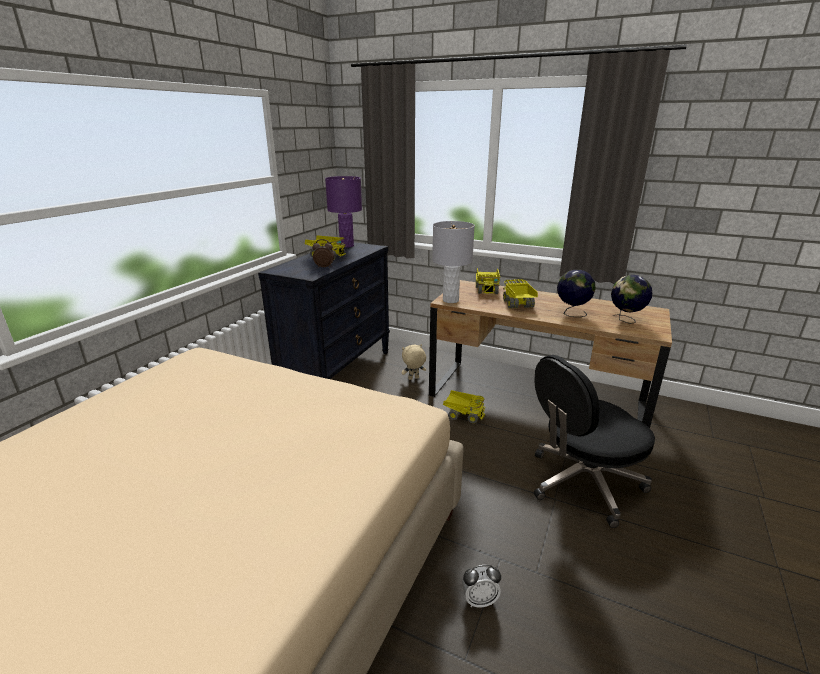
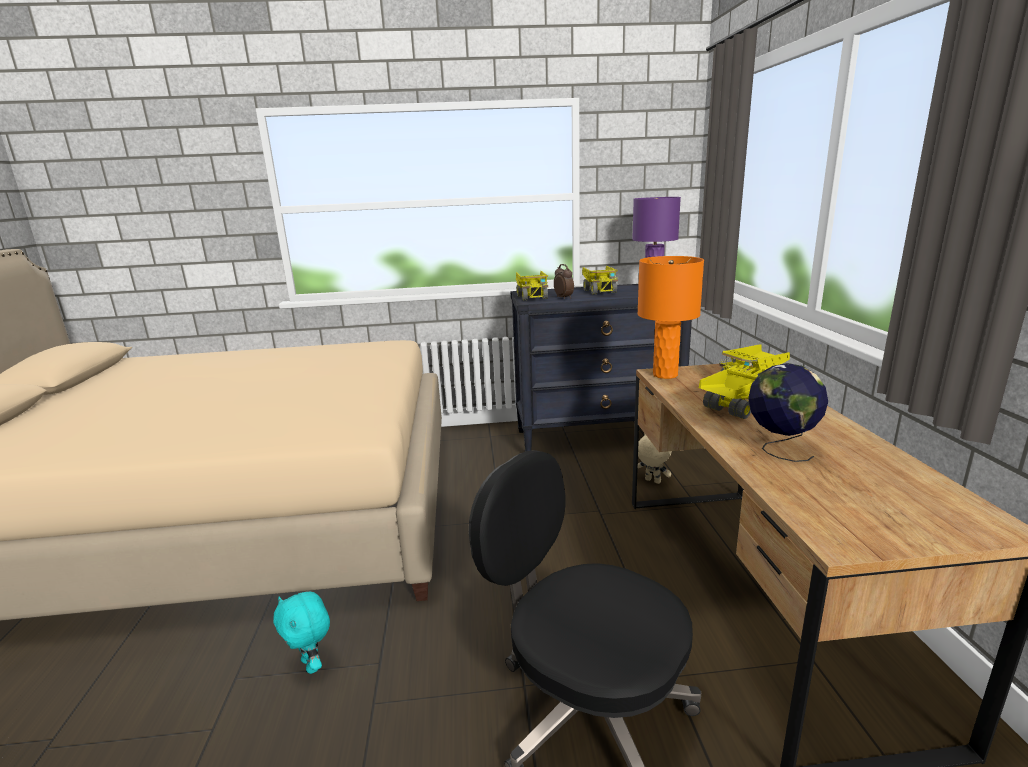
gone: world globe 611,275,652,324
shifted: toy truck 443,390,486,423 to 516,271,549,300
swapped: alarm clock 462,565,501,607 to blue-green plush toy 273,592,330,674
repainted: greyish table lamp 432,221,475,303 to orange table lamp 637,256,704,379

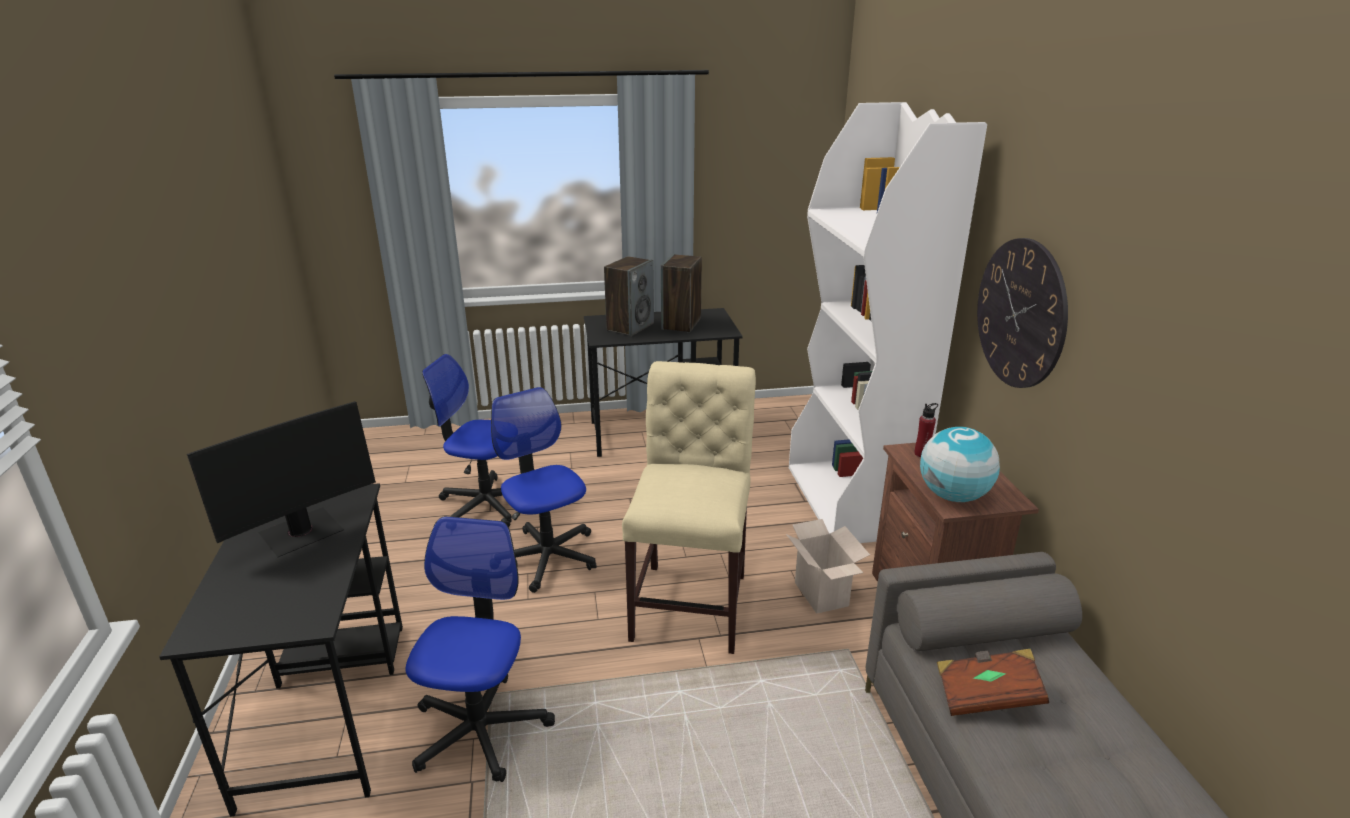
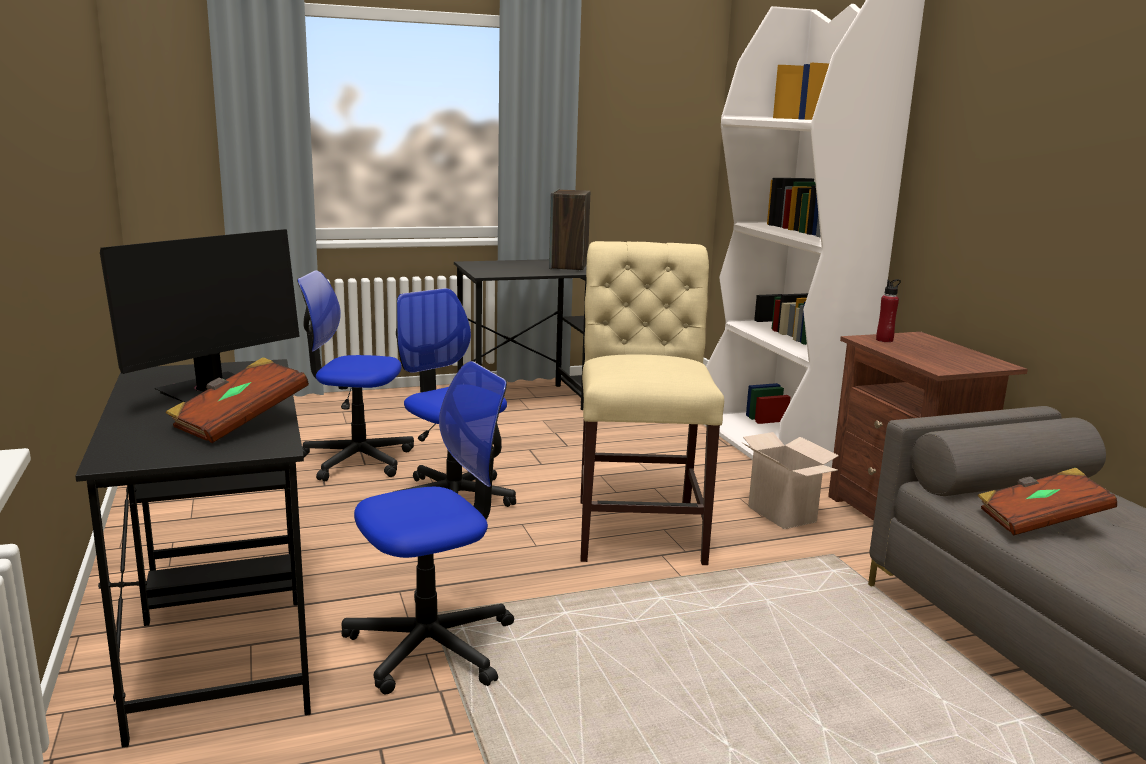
gone: loudspeaker 604,256,654,336; world globe 920,427,1000,502; wall clock 977,238,1068,388
new: brownish volume 166,357,309,443
rotated: office chair 405,516,555,782 = 341,361,514,694 60 degrees clockwise

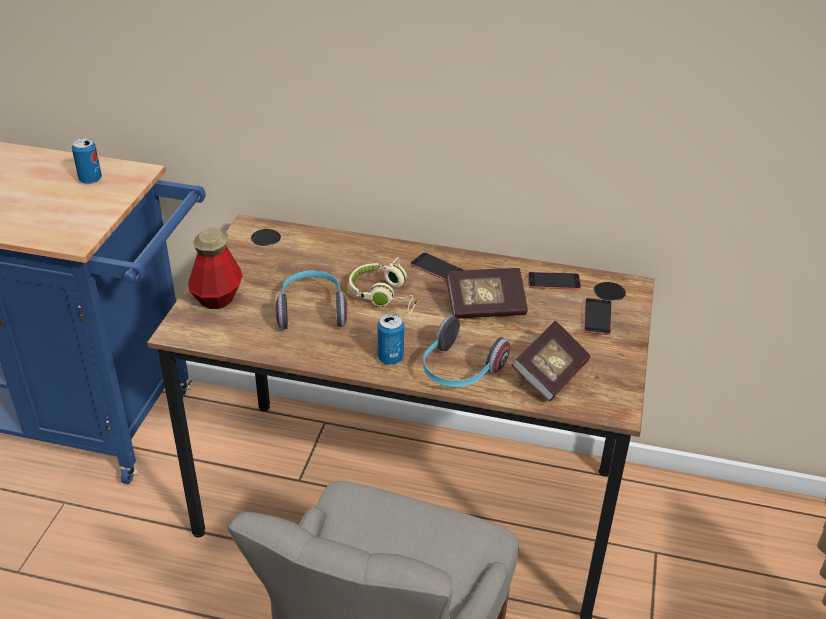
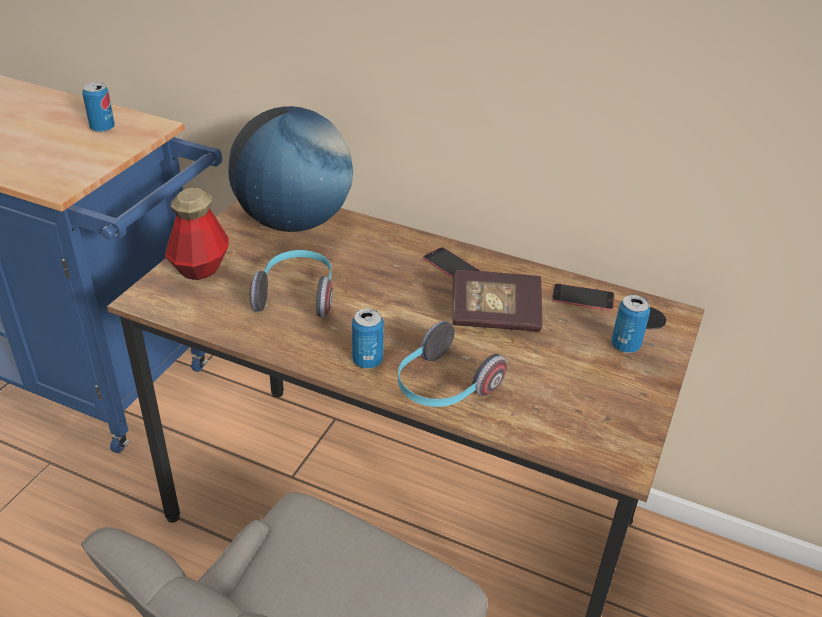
gone: sand-coloured headset 349,257,417,314; volume 512,321,590,401
new: world globe 229,106,353,232
swapped: handset 583,298,612,335 to can 611,295,650,353

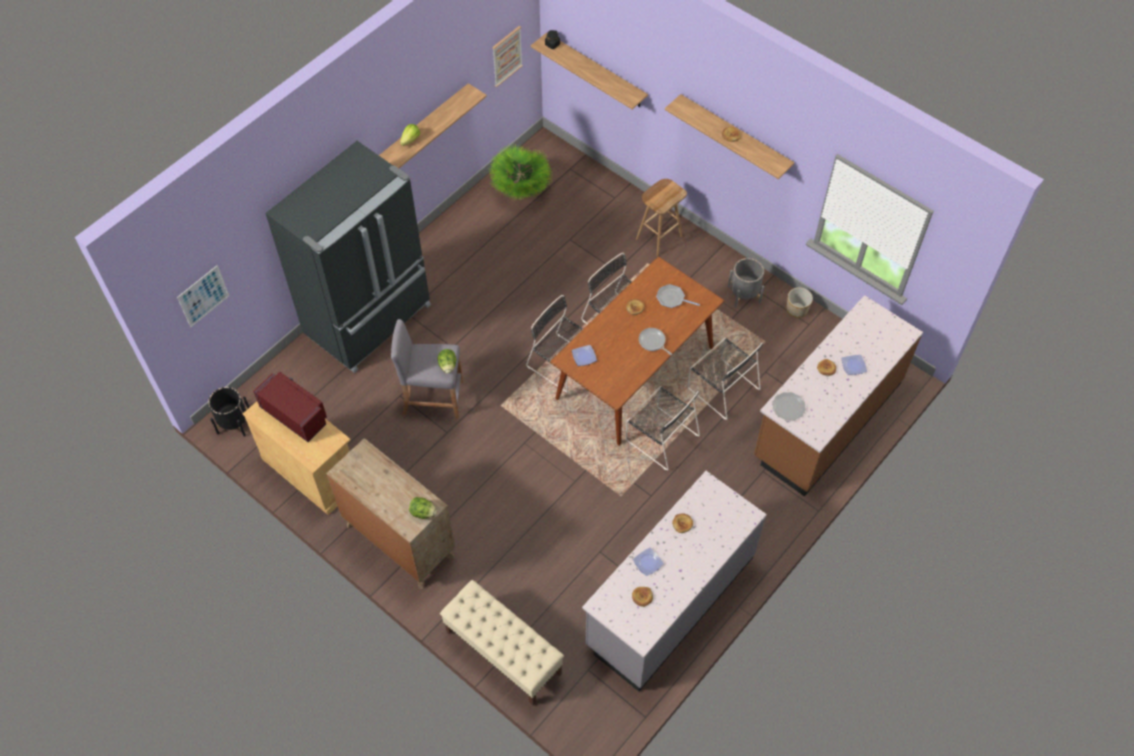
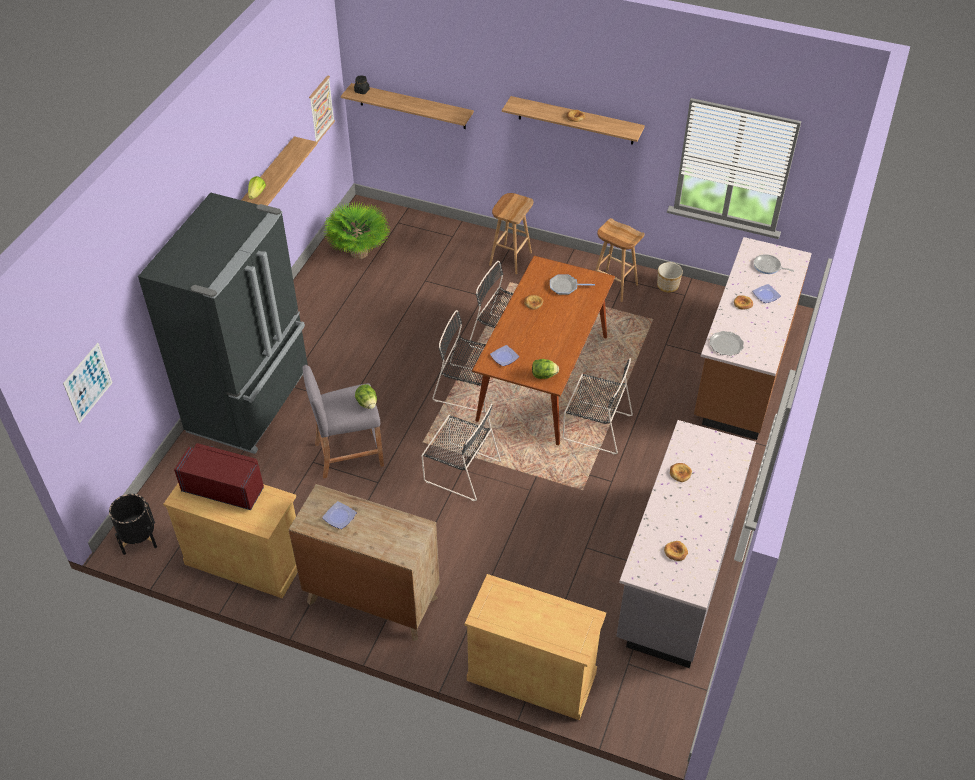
shifted: head of lettuce 409,497,437,519 to 532,359,559,379; dinner plate 633,548,664,576 to 322,501,357,529; frying pan 639,328,672,355 to 754,254,794,274; blackish upright chair 688,337,763,420 to 422,403,501,501
swapped: sand-coloured indoor bench 440,580,564,706 to sand-coloured cabinet 464,574,606,720; greyish plant pot 728,258,764,308 to brownish stool seat 595,218,645,302

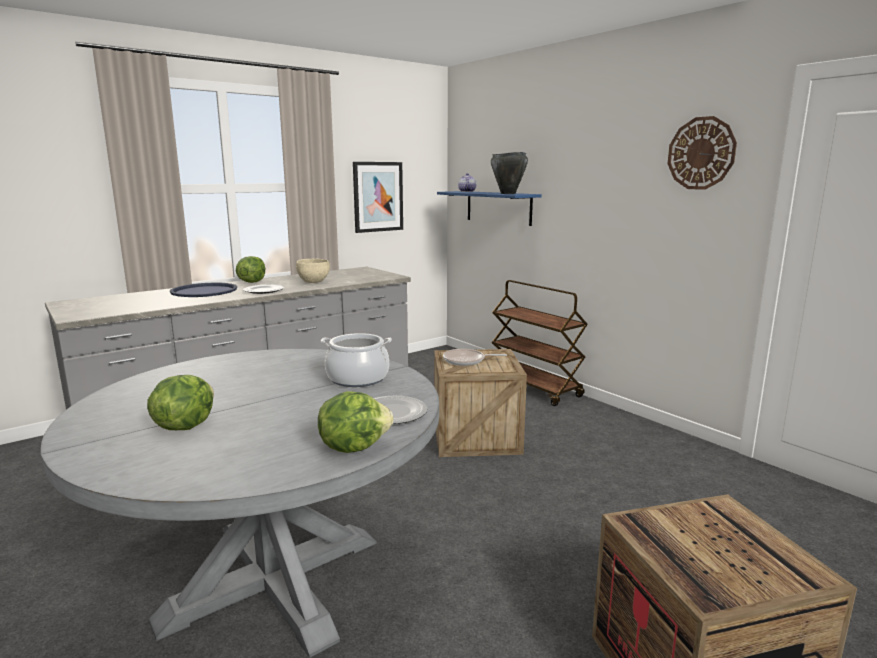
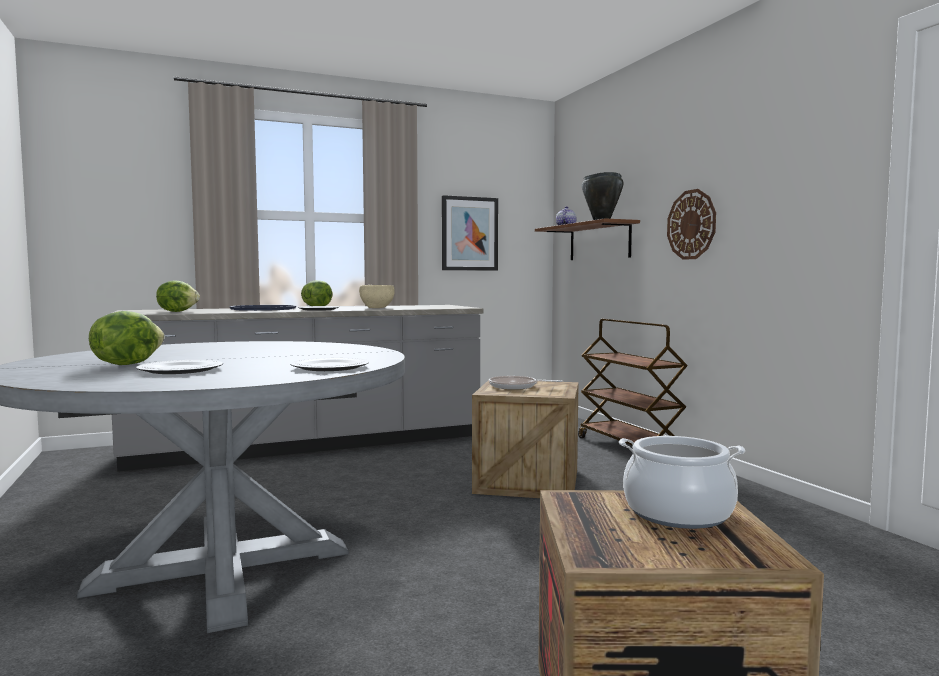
new: dinner plate 136,360,223,374
shifted: head of lettuce 318,391,393,453 to 156,280,200,312; saucepot 321,333,392,387 to 619,436,745,529; wall clock 668,116,737,190 to 667,189,716,260
repainted: bluish wall shelf 437,191,542,226 to brownish wall shelf 535,218,640,260

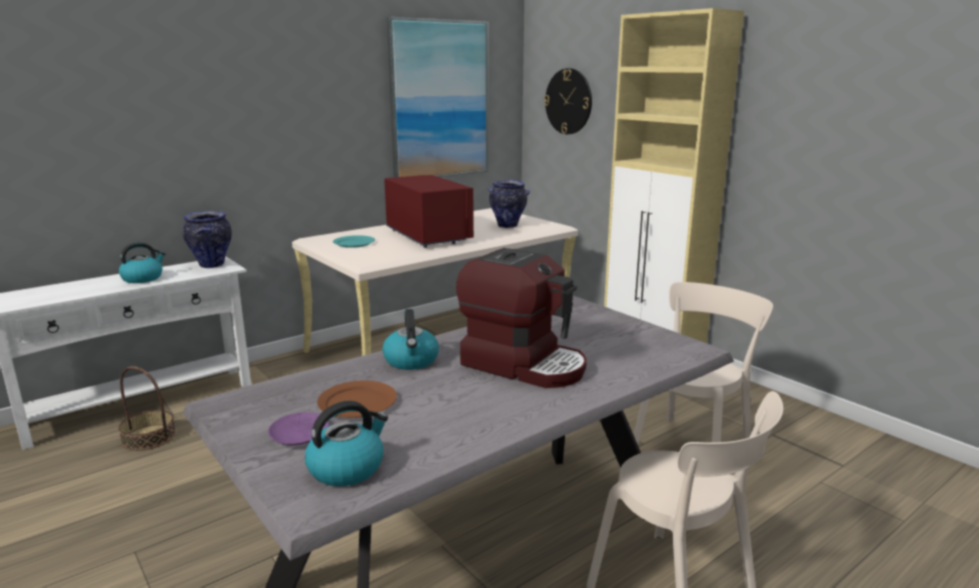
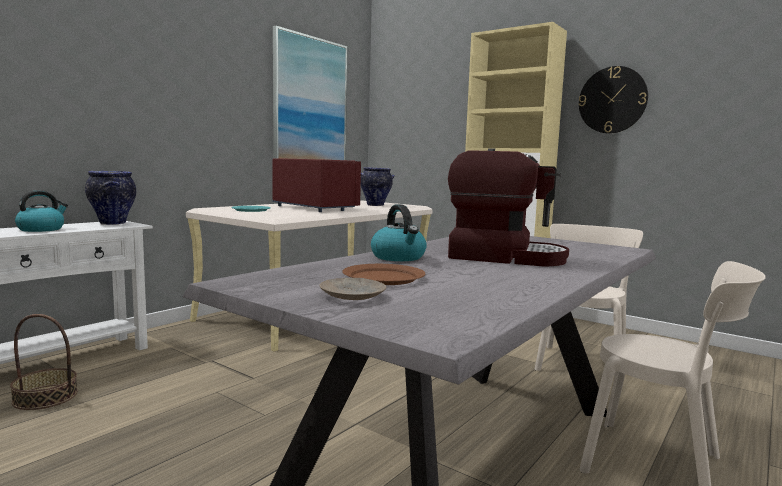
gone: water kettle 305,401,388,486
shifted: wall clock 544,68,592,134 to 579,66,648,133
repainted: purple-coloured dinner plate 268,412,329,445 to sand-coloured dinner plate 319,278,386,300

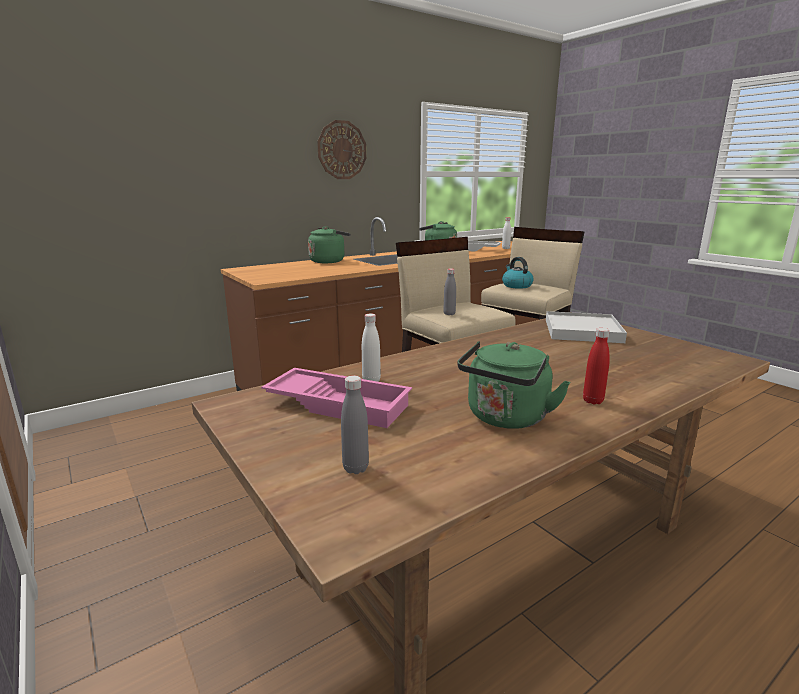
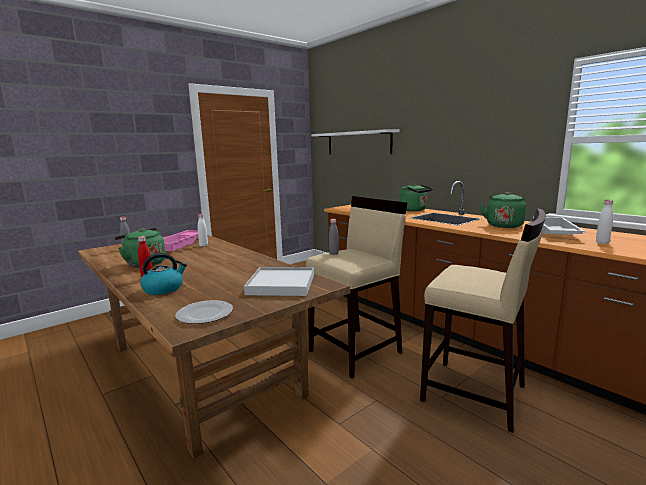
gone: wall clock 317,120,366,179
new: dinner plate 175,300,233,324; white-coloured wall shelf 311,129,400,154
shifted: water kettle 502,257,533,289 to 140,253,187,295

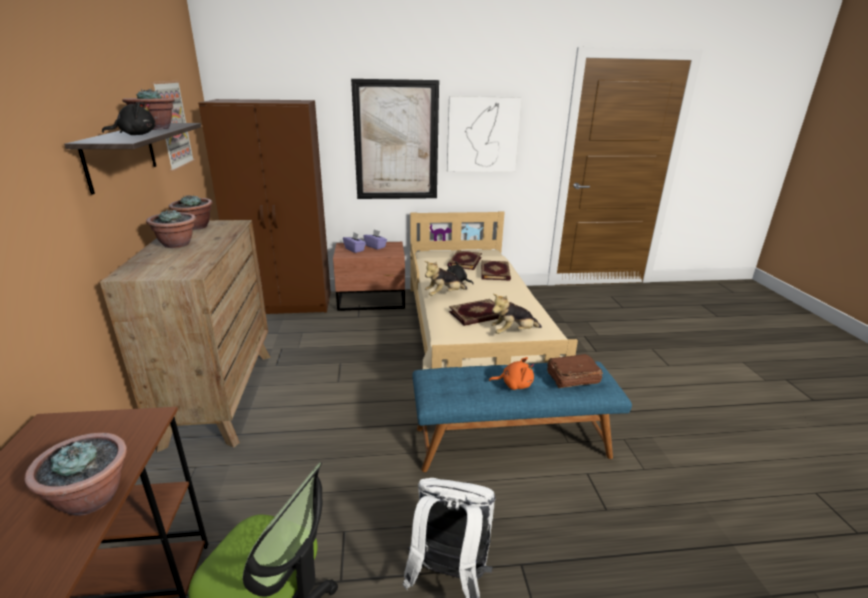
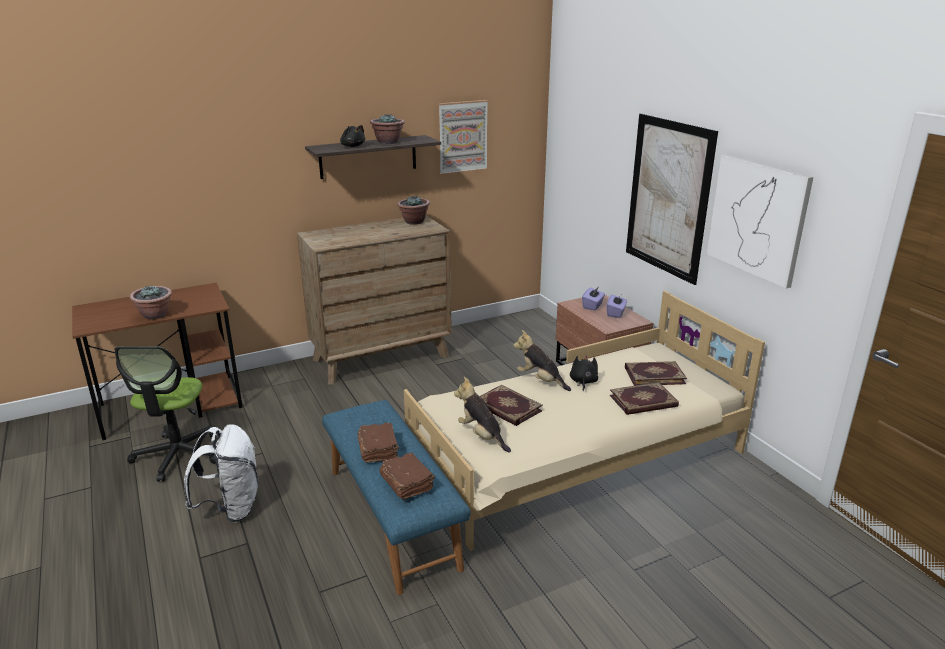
gone: houseplant 146,210,196,248; brownish clothes cupboard 198,99,331,314
swapped: orange plush toy 489,357,534,390 to brownish volume 357,423,399,463

